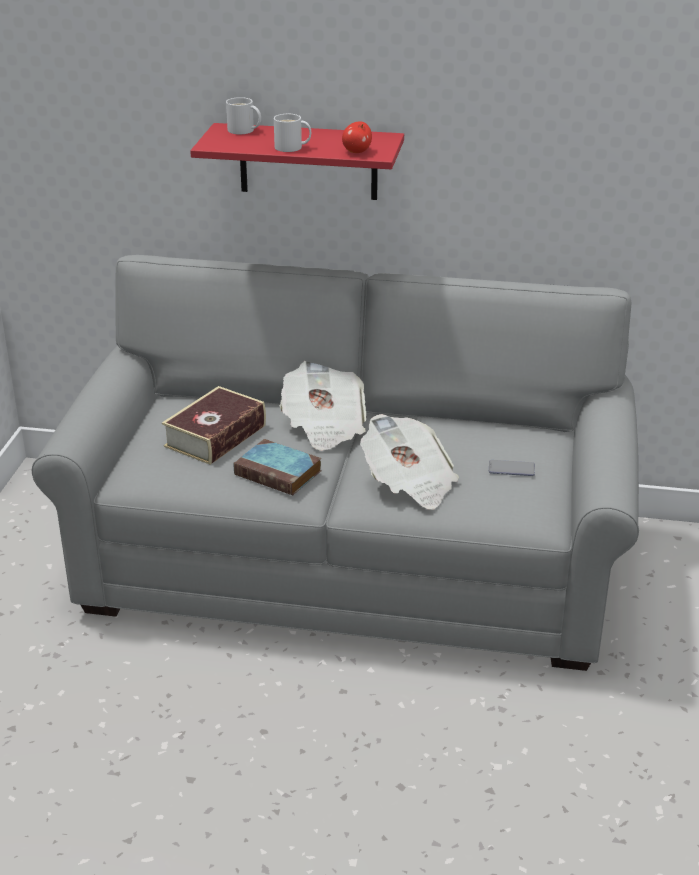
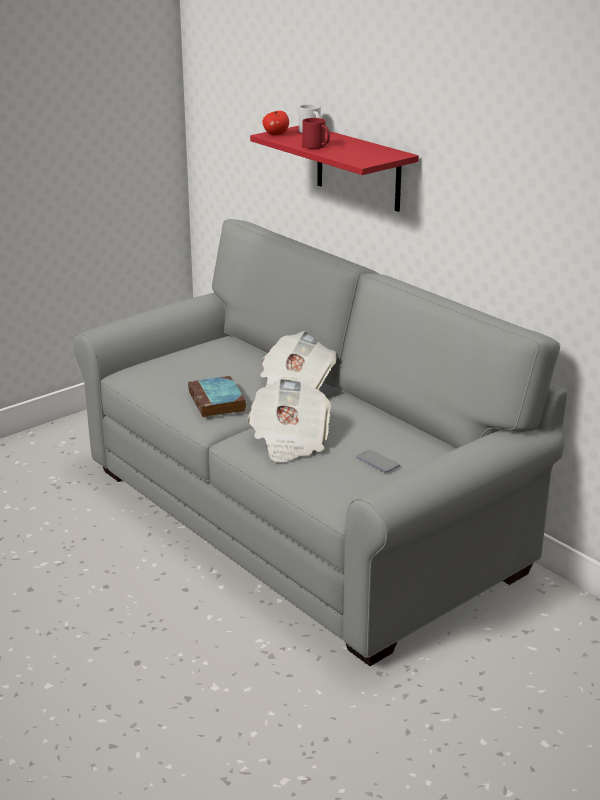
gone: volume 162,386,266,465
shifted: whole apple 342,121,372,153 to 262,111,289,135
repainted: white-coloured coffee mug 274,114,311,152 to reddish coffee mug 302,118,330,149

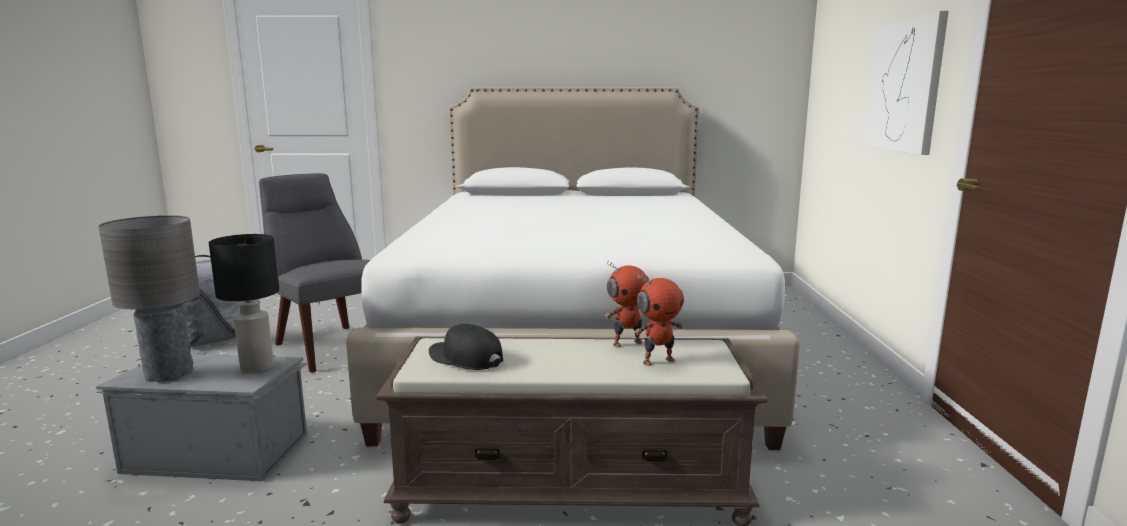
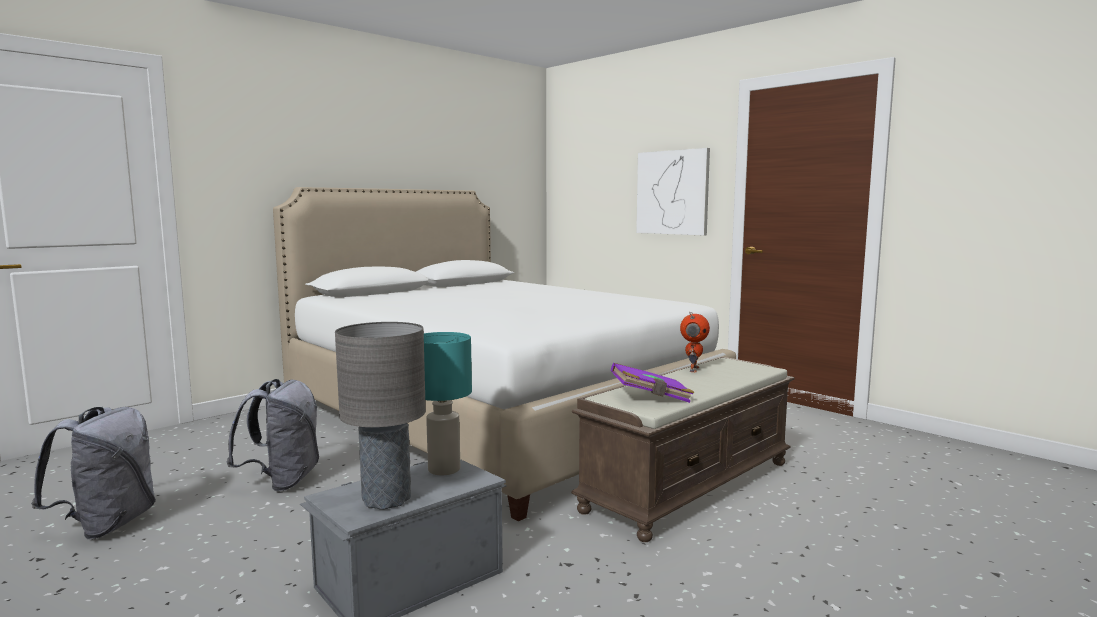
gone: toy robot 634,273,684,366
swapped: greyish upright chair 259,173,370,372 to greyish backpack 227,379,319,491; blackish peaked cap 429,324,503,370 to purple-coloured volume 611,363,694,403
repainted: blackish table lamp 209,234,279,372 to blue-green table lamp 424,332,472,475

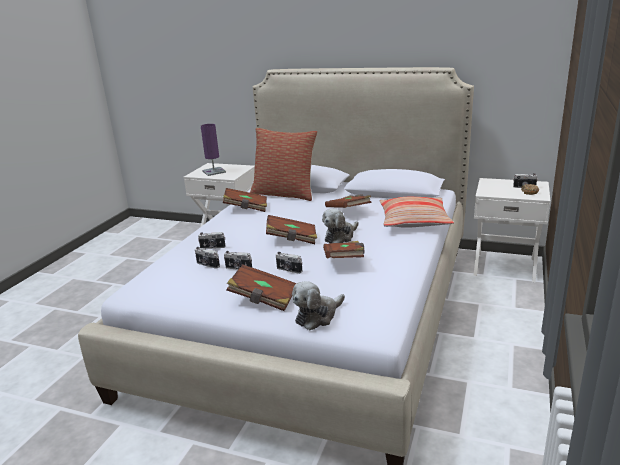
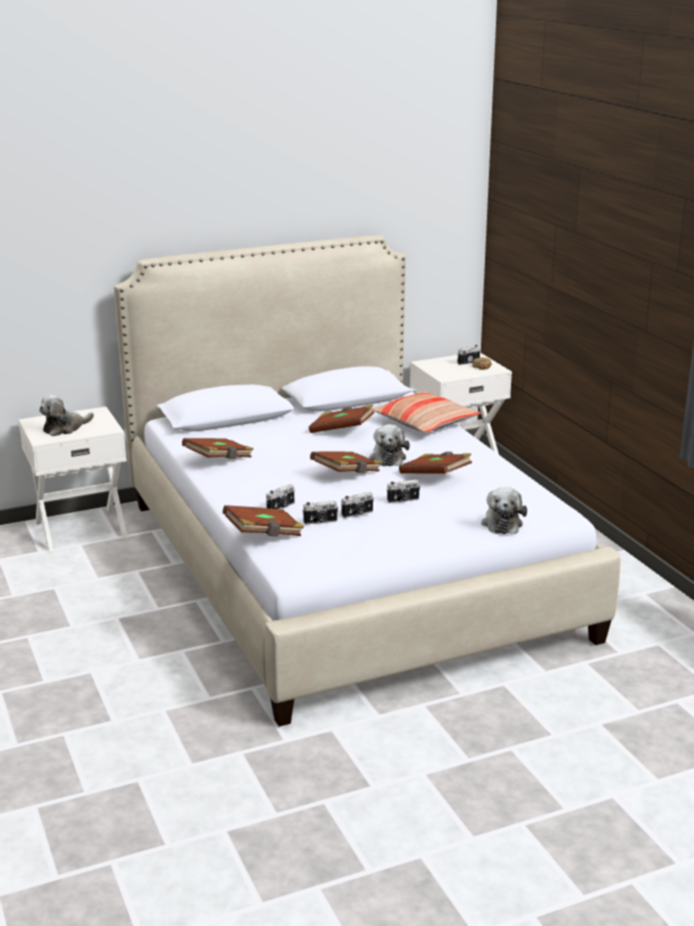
gone: throw pillow 250,128,317,201
shifted: brownish volume 227,264,297,311 to 223,505,304,536
swapped: purple-coloured table lamp 201,124,226,176 to plush toy 39,395,94,436

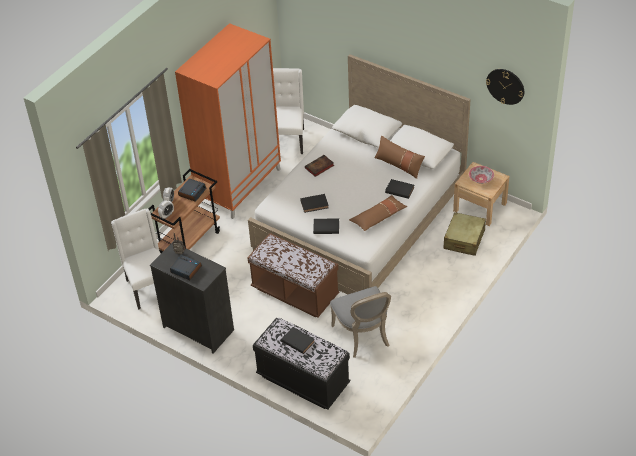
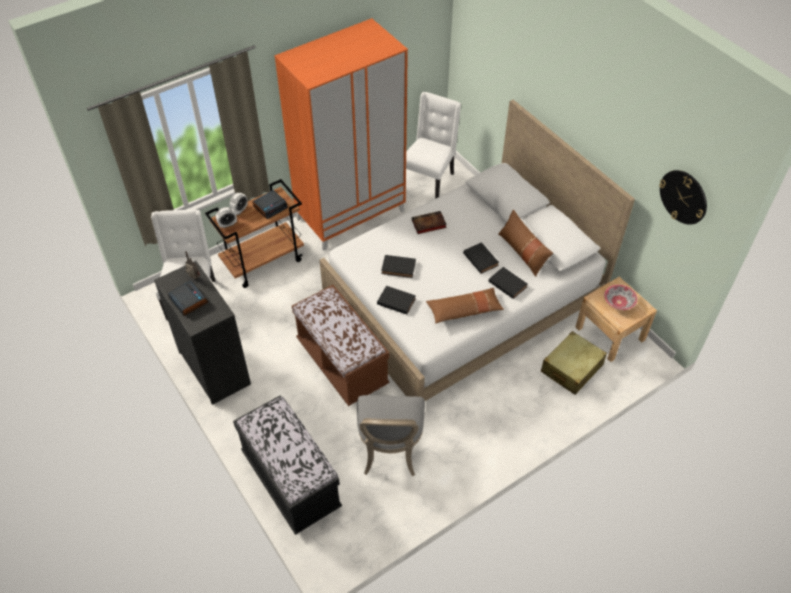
shifted: blackish volume 281,327,315,354 to 463,242,499,274

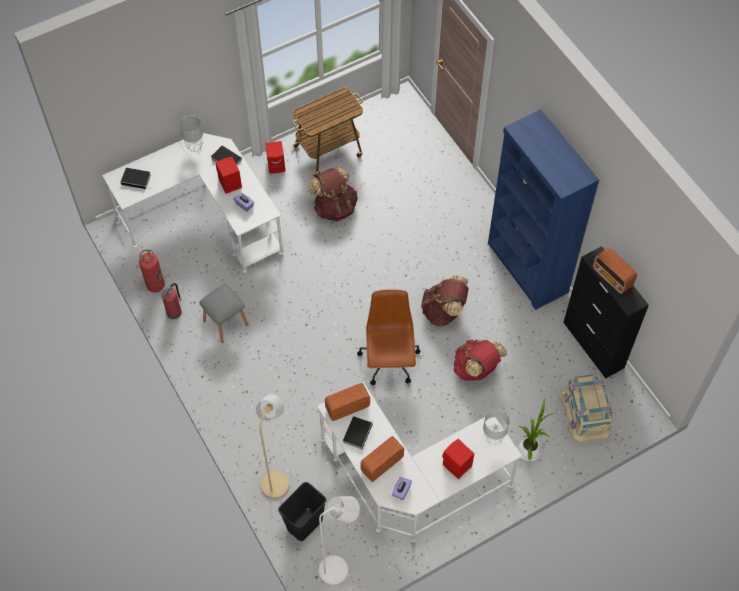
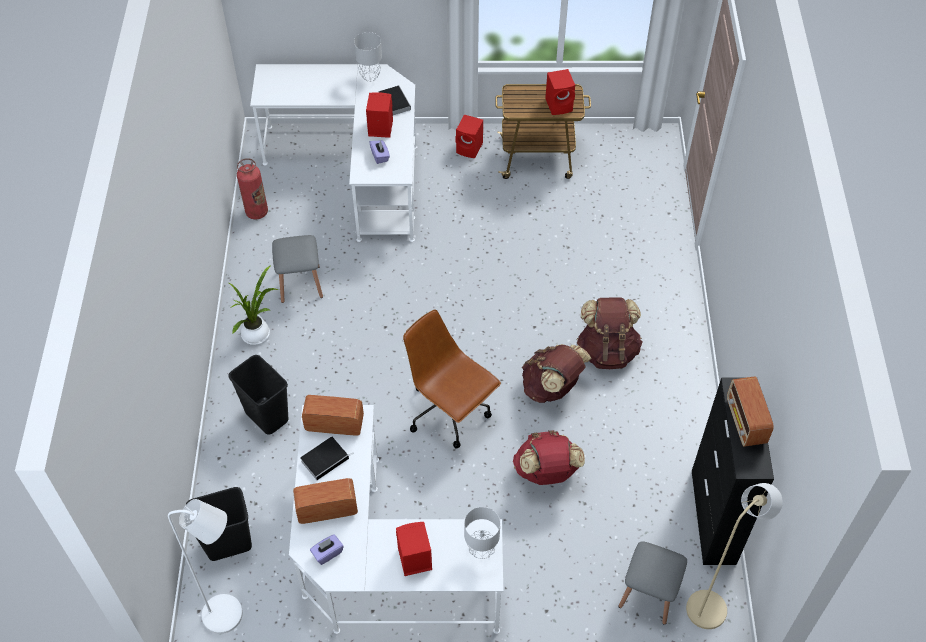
gone: volume 121,168,151,189; extinguisher 161,283,182,319; bluish bookcase 488,109,599,310
new: blackish waste bin 228,355,289,435; reddish loudspeaker 545,69,575,115
shifted: sand-coloured floor lamp 256,394,289,499 to 686,483,783,629; brownish backpack 309,166,358,222 to 577,297,642,369; houseplant 517,398,555,461 to 229,265,279,345
swapped: sand-coloured storage box 561,375,613,443 to greyish stool seat 618,541,687,625
rotated: brownish office chair 357,289,420,385 = 403,309,501,448 75 degrees counterclockwise

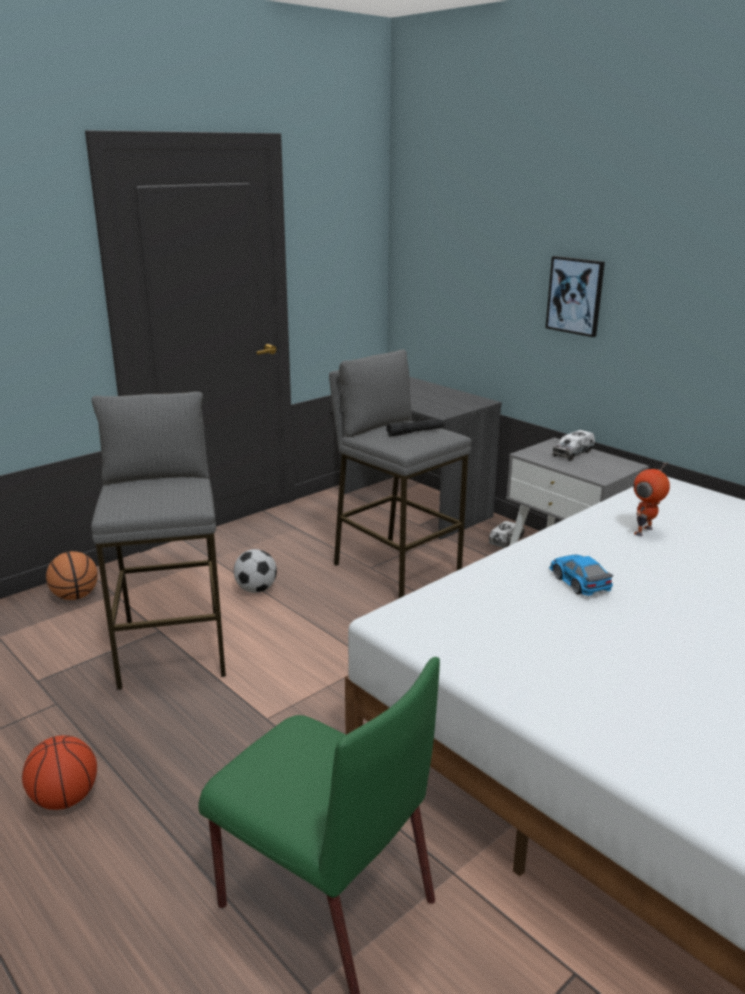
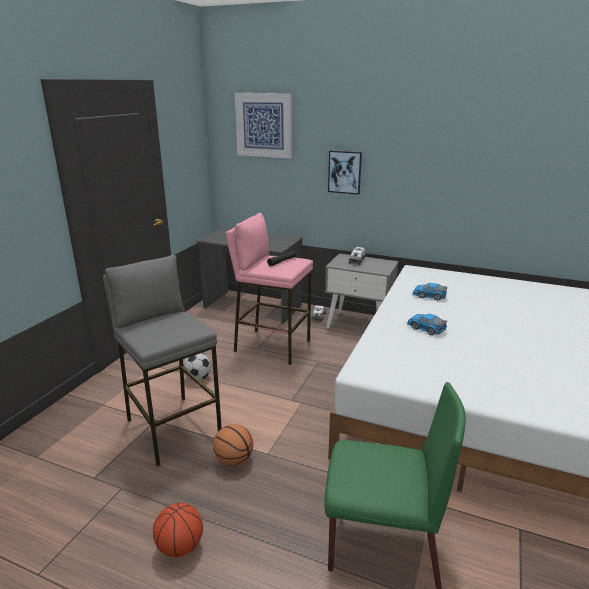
new: picture 235,93,292,158
shifted: ball for basketball 46,551,98,600 to 213,424,253,466
swapped: toy robot 634,462,670,536 to model car 412,283,447,300
repainted: greyish stool seat 329,349,472,598 to pink-coloured stool seat 226,213,313,365

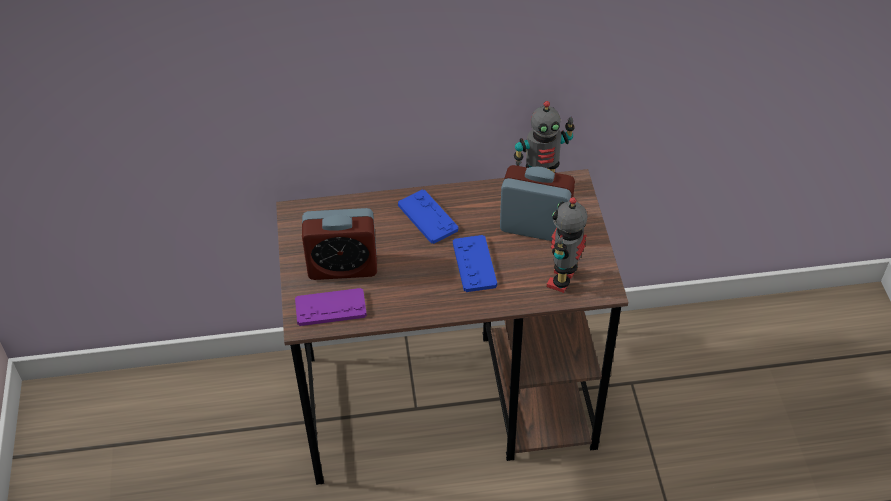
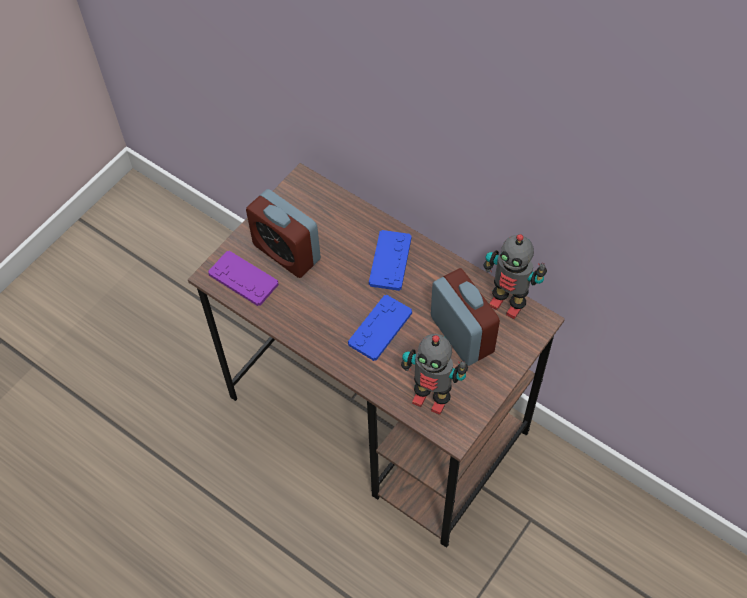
rotated: toy robot 546,197,588,293 = 401,334,468,415 135 degrees counterclockwise

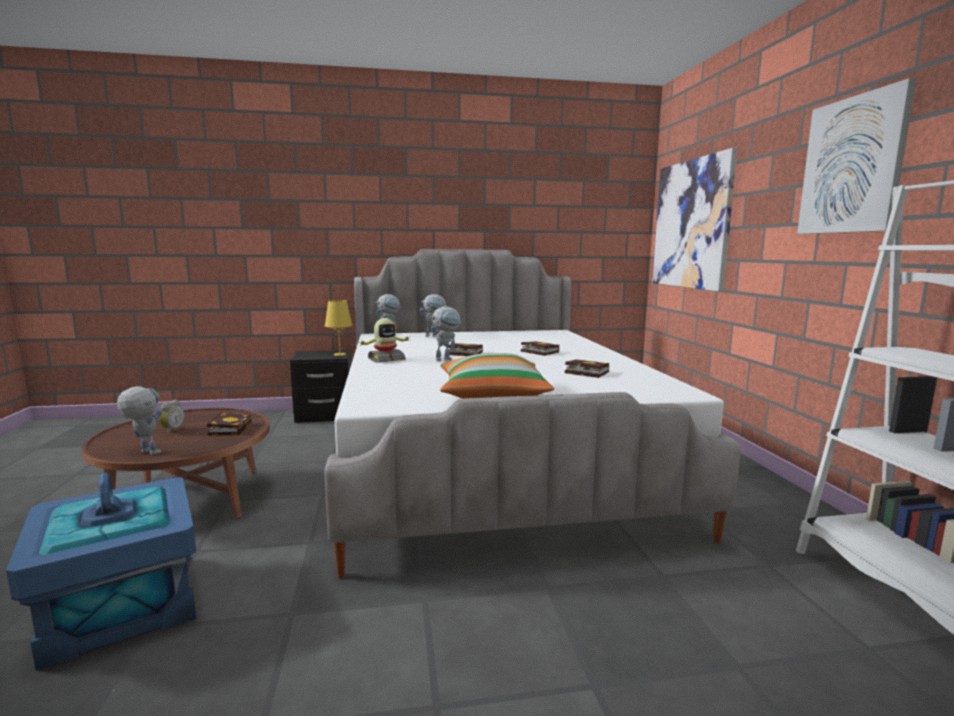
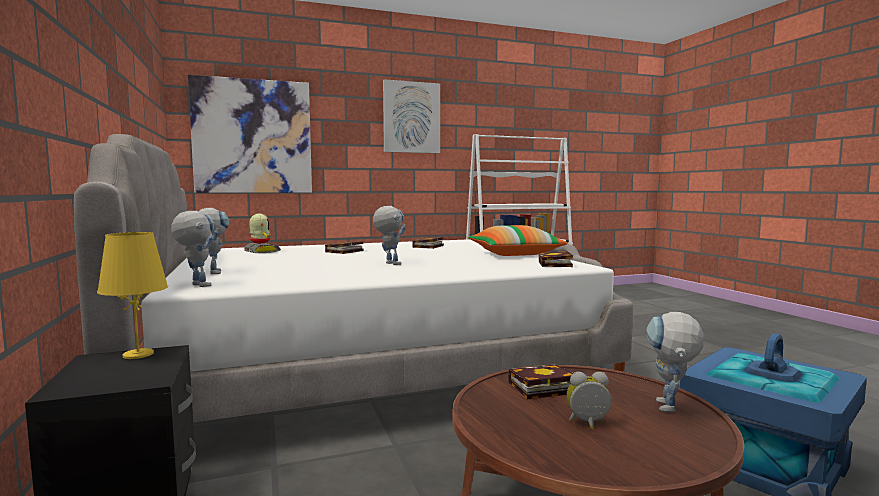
shifted: toy robot 360,318,409,363 to 244,213,281,253; volume 448,343,483,356 to 539,251,573,267

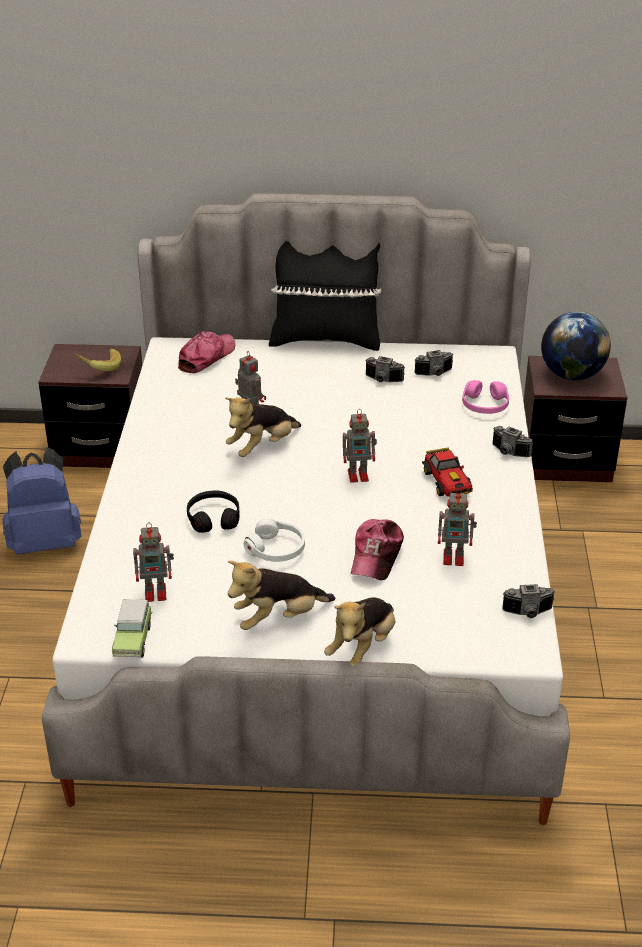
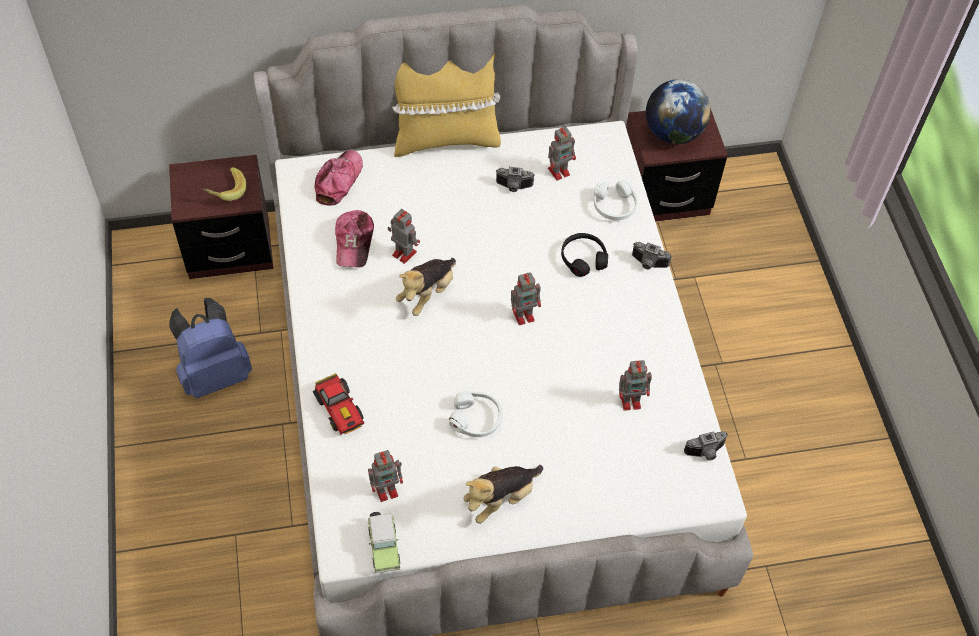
gone: plush toy 324,597,395,666
shifted: blackish headset 187,491,240,533 to 561,233,608,277; peaked cap 351,519,404,580 to 335,210,374,268; model car 422,447,473,497 to 313,373,364,434
swapped: photo camera 415,350,453,376 to toy robot 548,126,576,181
repainted: blackish throw pillow 269,241,382,351 to yellow-coloured throw pillow 393,53,501,157; pink-coloured headset 462,380,509,414 to white-coloured headset 594,181,637,220

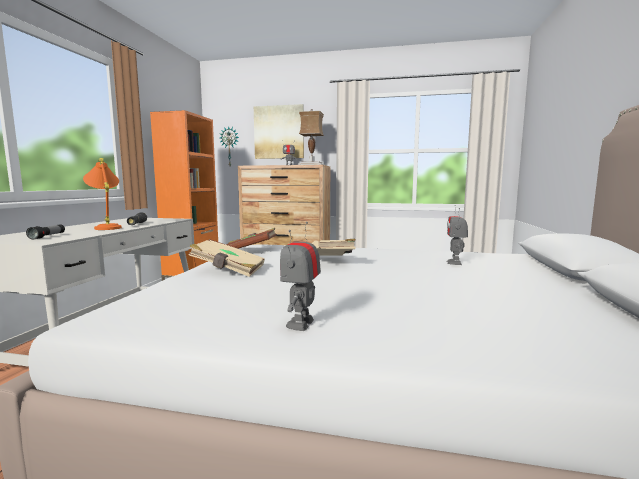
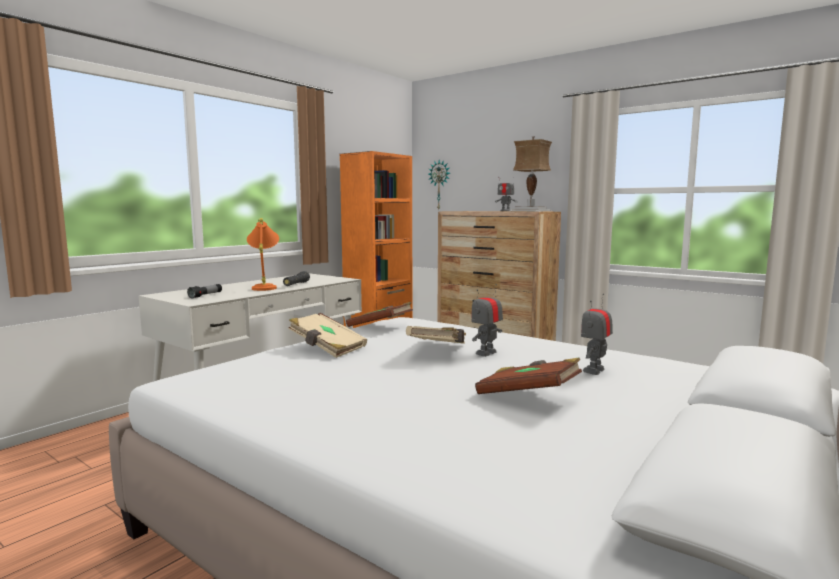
gone: picture 254,104,304,159
new: brownish volume 475,357,582,394
shifted: toy robot 280,222,321,331 to 471,284,503,357

